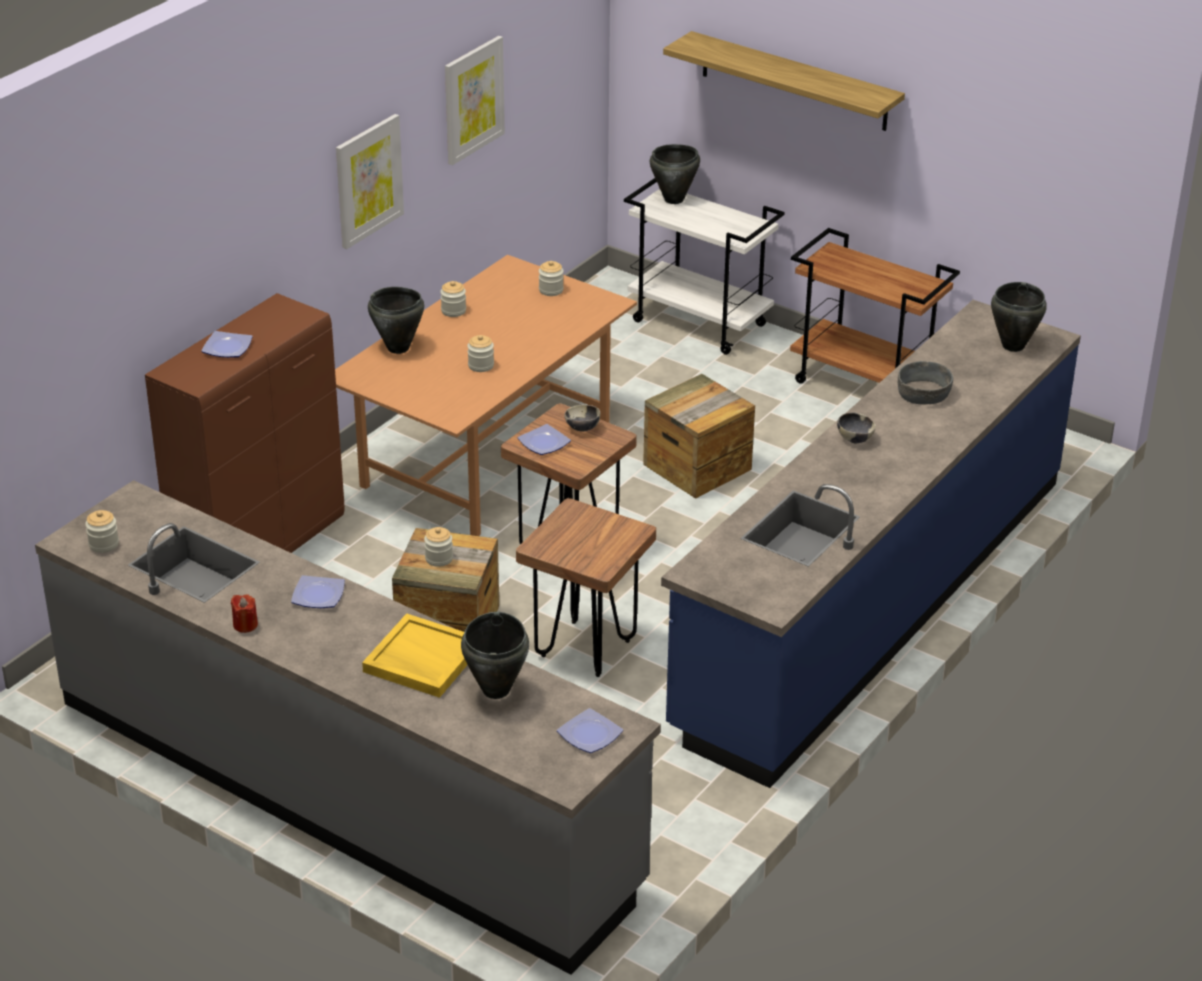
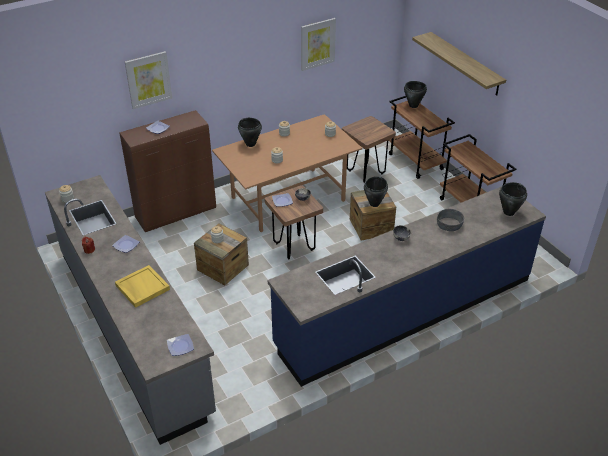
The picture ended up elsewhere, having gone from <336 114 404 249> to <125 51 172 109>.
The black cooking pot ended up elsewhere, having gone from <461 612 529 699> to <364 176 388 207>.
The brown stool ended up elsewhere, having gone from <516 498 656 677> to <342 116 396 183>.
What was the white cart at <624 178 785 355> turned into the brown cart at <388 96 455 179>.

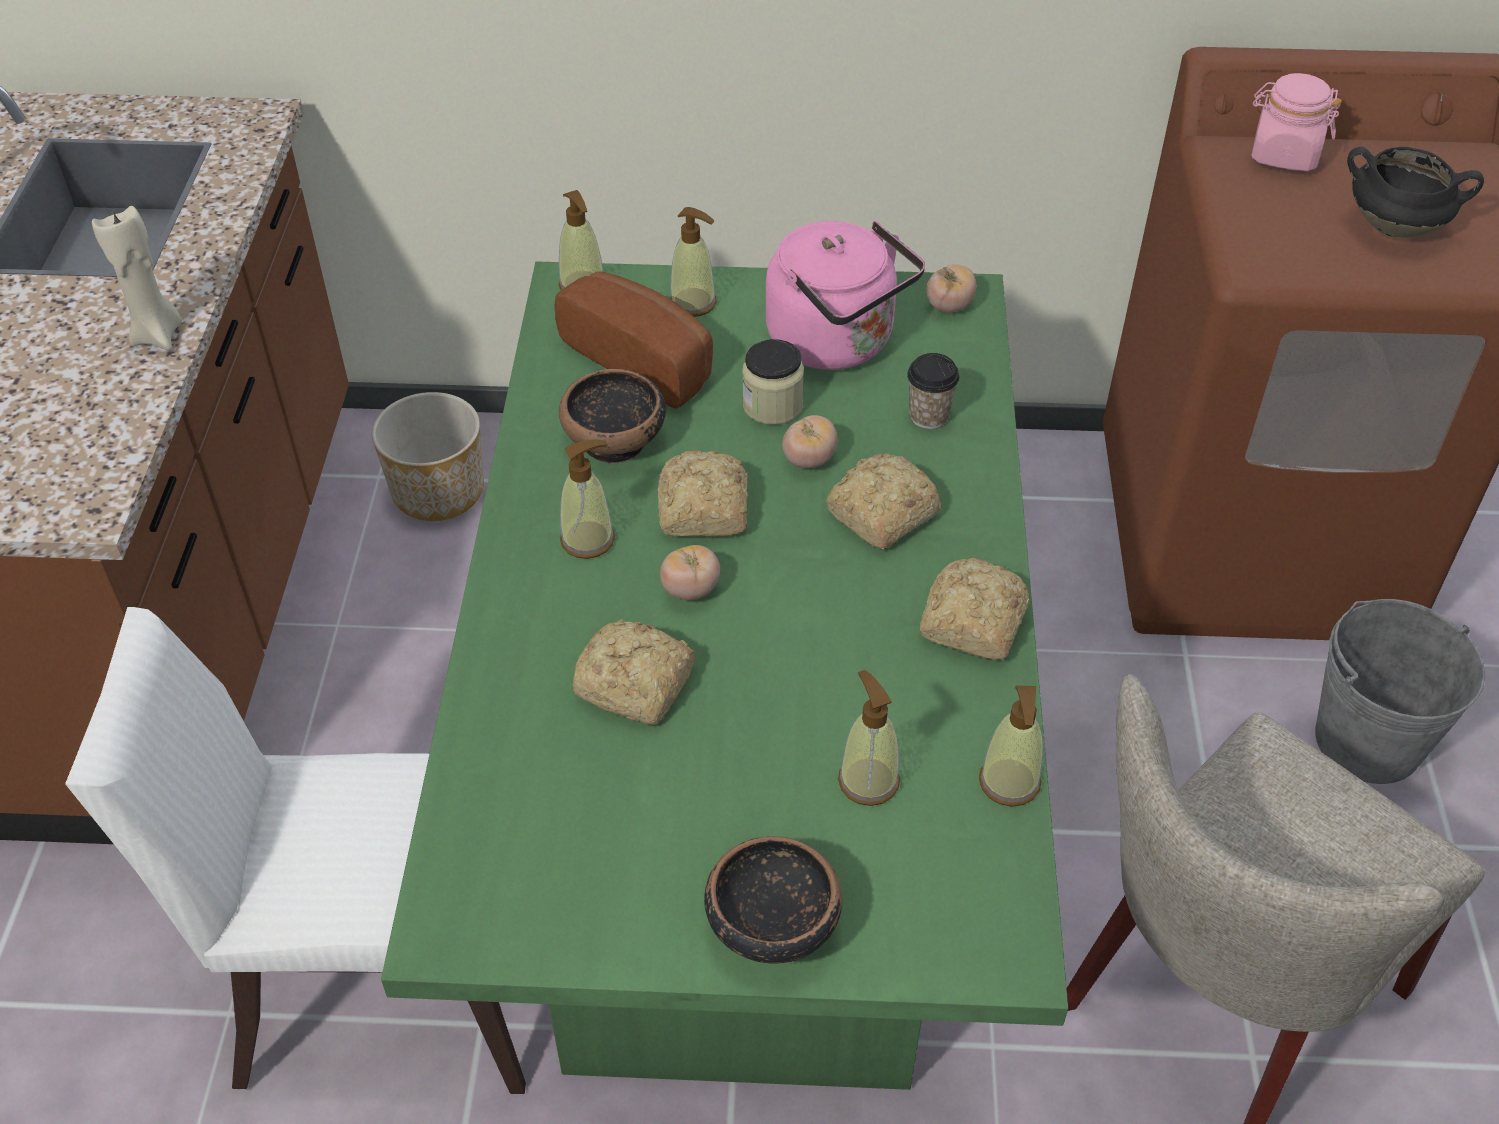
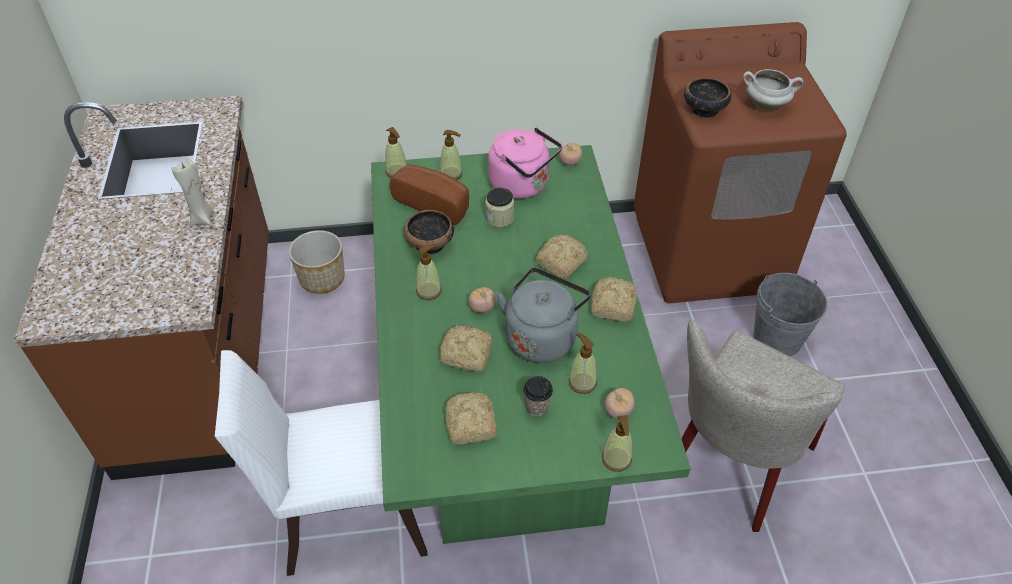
The second view lost the pink jar at <1252 73 1342 171>.
The second view gained the grey kettle at <496 267 591 363>.
The bread ended up elsewhere, having gone from <658 450 748 537> to <445 392 498 444>.
The bowl ended up elsewhere, having gone from <704 836 842 964> to <684 78 732 118>.
The tomato ended up elsewhere, having gone from <782 415 838 468> to <605 388 635 419>.
The cup ended up elsewhere, having gone from <907 353 960 429> to <523 376 553 416>.
The soap dispenser ended up elsewhere, having gone from <979 685 1043 807> to <602 415 632 472>.
What was the black cooking pot at <1347 147 1484 238> turned into the white cooking pot at <743 69 803 110>.

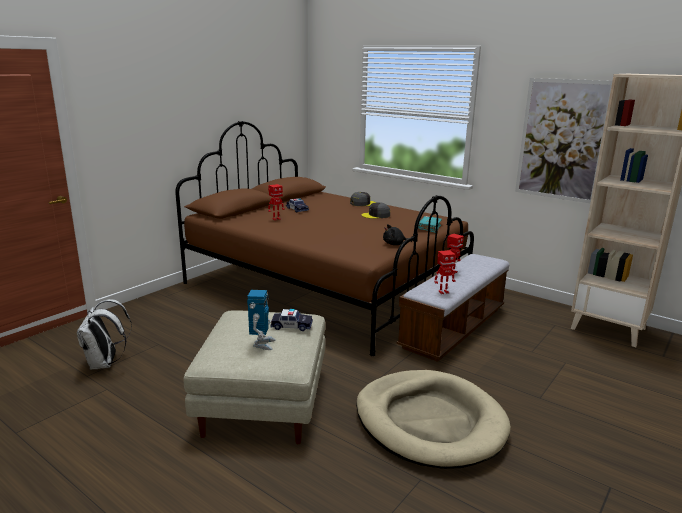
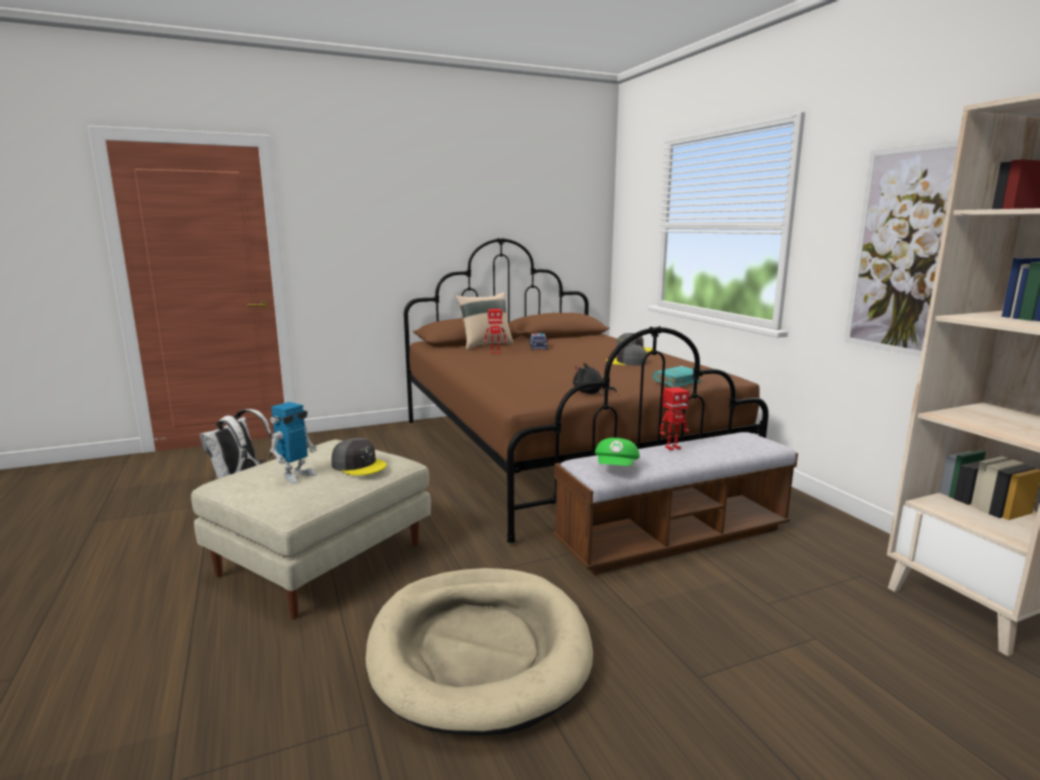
The second view gained the beige pillow at <455 292 514 350>.
Where the toy car stood at <270 309 313 331>, the grey cap came to stand at <331 438 387 476>.
Where the toy robot stood at <434 250 456 294>, the green cap came to stand at <595 438 640 466>.

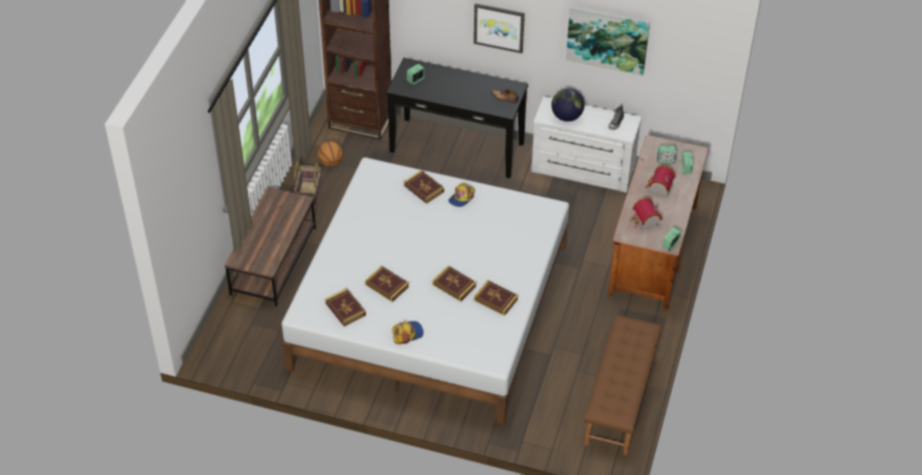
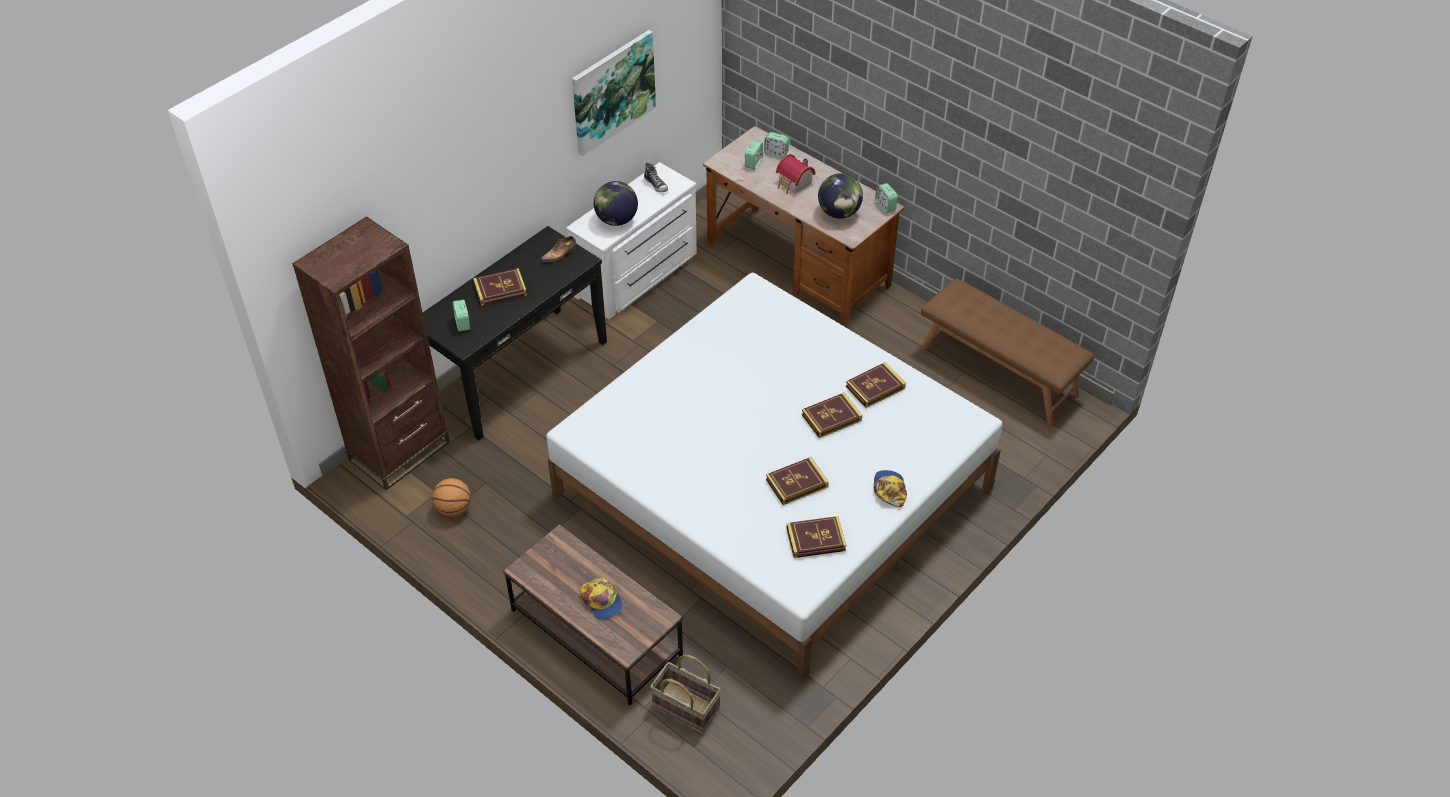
The second view lost the picture at <474 3 525 53>.
The basket ended up elsewhere, having gone from <294 161 322 209> to <650 654 721 732>.
The book ended up elsewhere, having gone from <404 170 444 204> to <473 268 527 306>.
The cap ended up elsewhere, having gone from <448 183 475 207> to <580 577 622 620>.
Where the toy house stood at <631 198 662 230>, the globe came to stand at <818 173 863 219>.

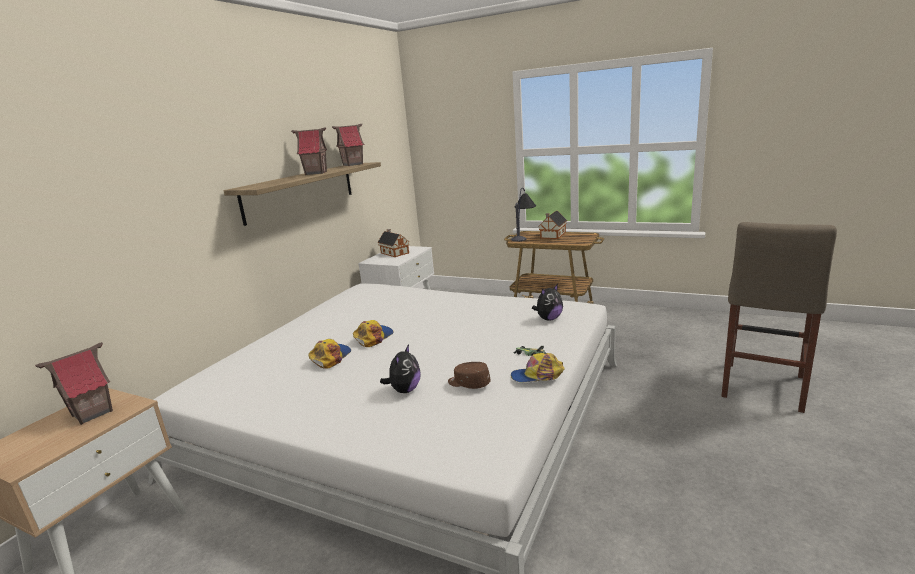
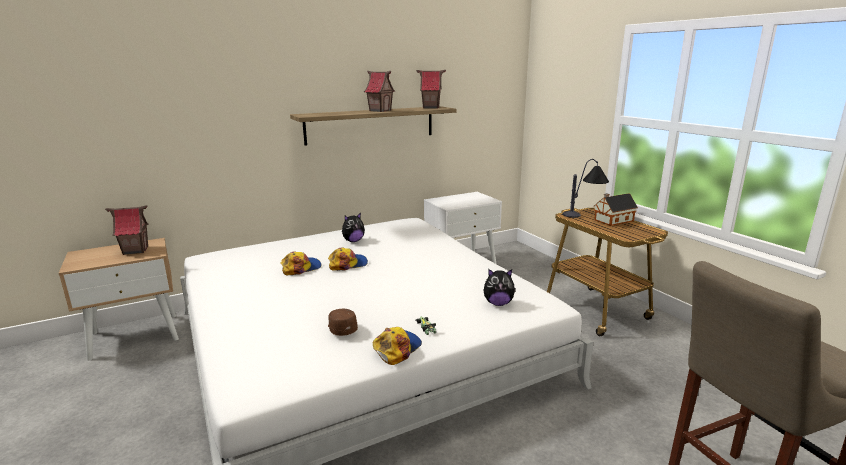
The second view lost the toy house at <378 229 409 257>.
The plush toy ended up elsewhere, having gone from <380 344 421 393> to <342 213 365 242>.
The cap at <511 353 565 382> ended up facing another way, 90 degrees clockwise from before.

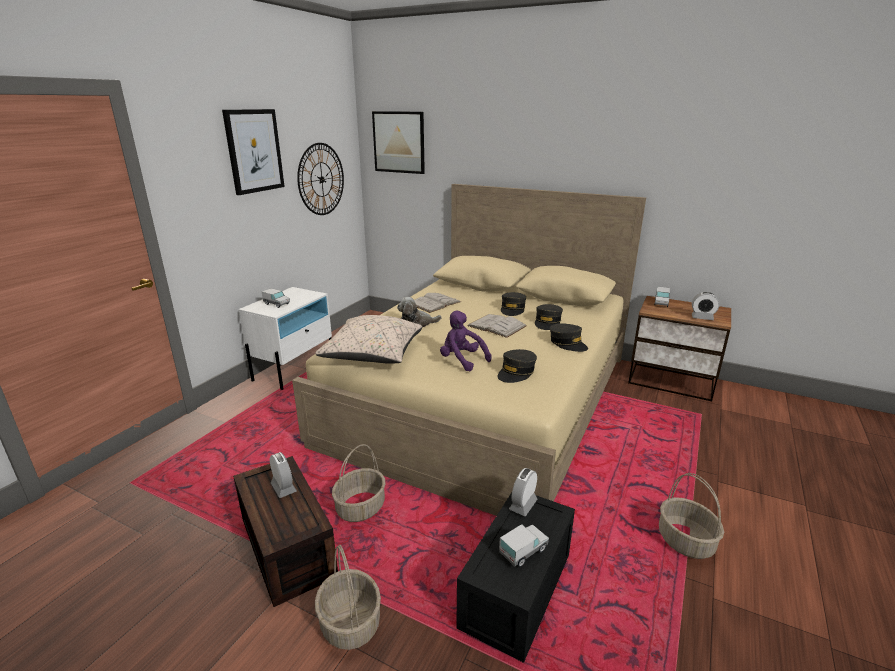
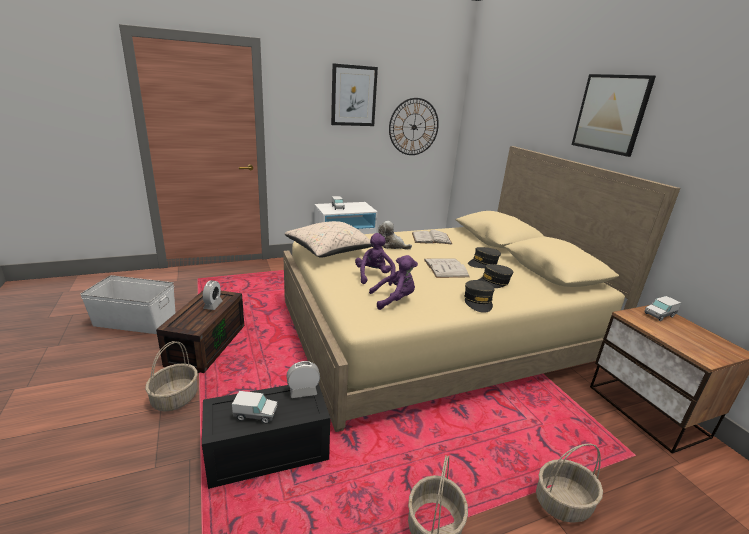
The second view lost the alarm clock at <692 292 719 320>.
The second view gained the white storage box at <80 275 176 334>.
The basket ended up elsewhere, having gone from <332 444 386 522> to <536 444 603 523>.
The picture ended up elsewhere, having gone from <372 111 425 174> to <571 74 656 157>.
Where the grey cap stood at <497 349 537 383>, the purple plush toy came to stand at <369 255 418 310>.

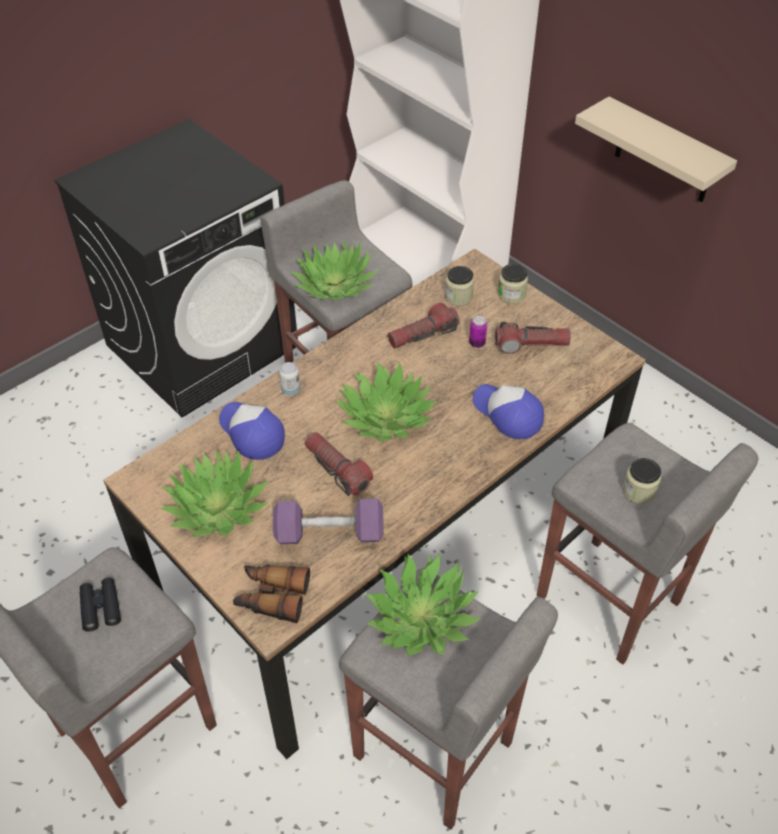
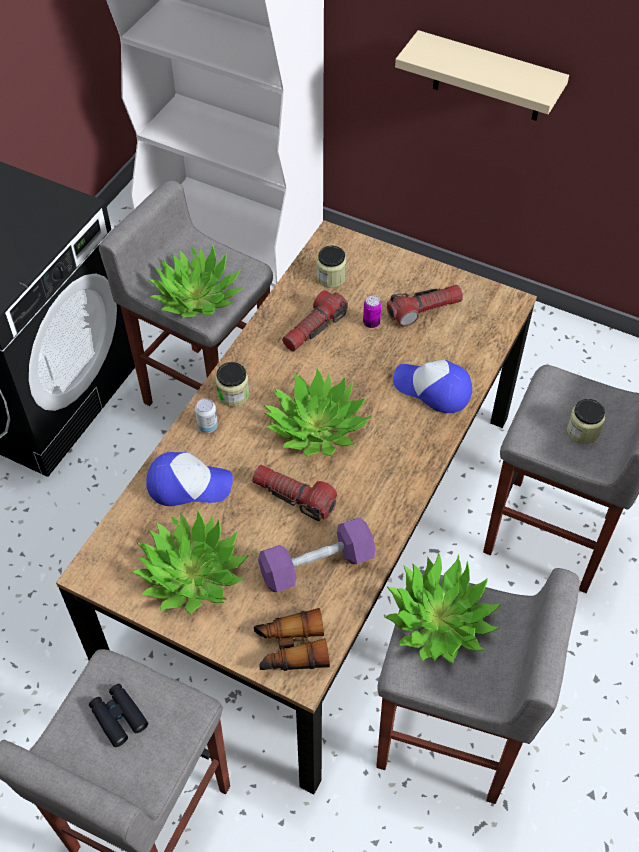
The jar ended up elsewhere, having gone from <498 264 528 304> to <215 362 250 407>.
The cap at <219 402 285 460> ended up facing another way, 150 degrees clockwise from before.

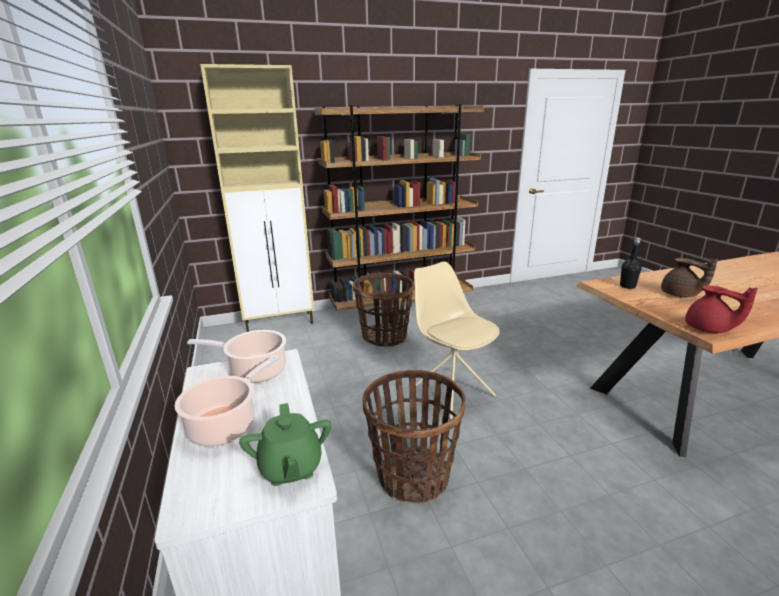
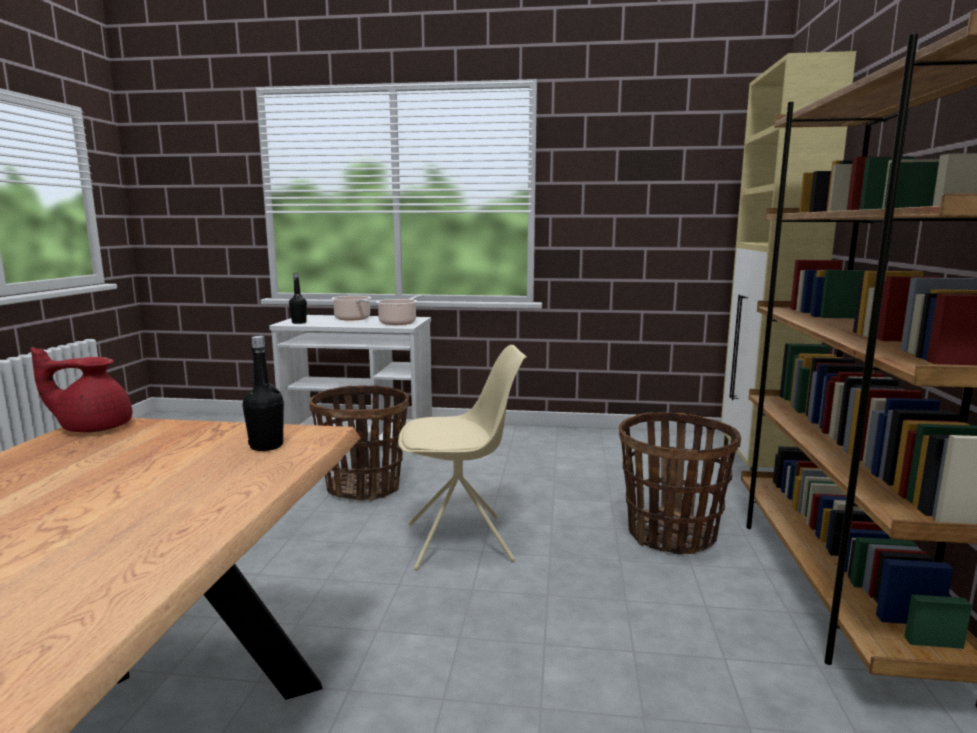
The second view lost the brown teapot at <661 258 718 297>.
Where the green teapot stood at <239 403 332 486>, the black bottle came to stand at <289 273 307 324>.

